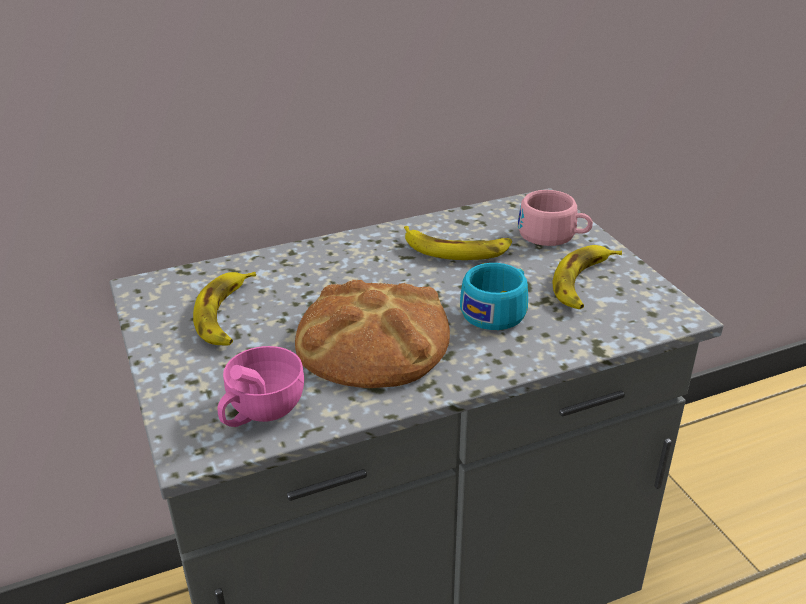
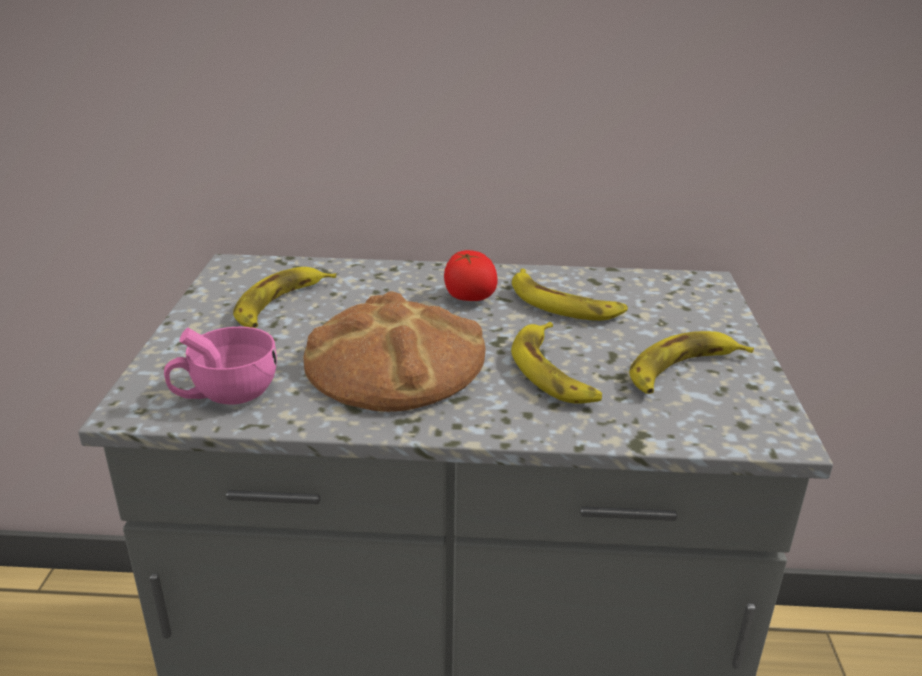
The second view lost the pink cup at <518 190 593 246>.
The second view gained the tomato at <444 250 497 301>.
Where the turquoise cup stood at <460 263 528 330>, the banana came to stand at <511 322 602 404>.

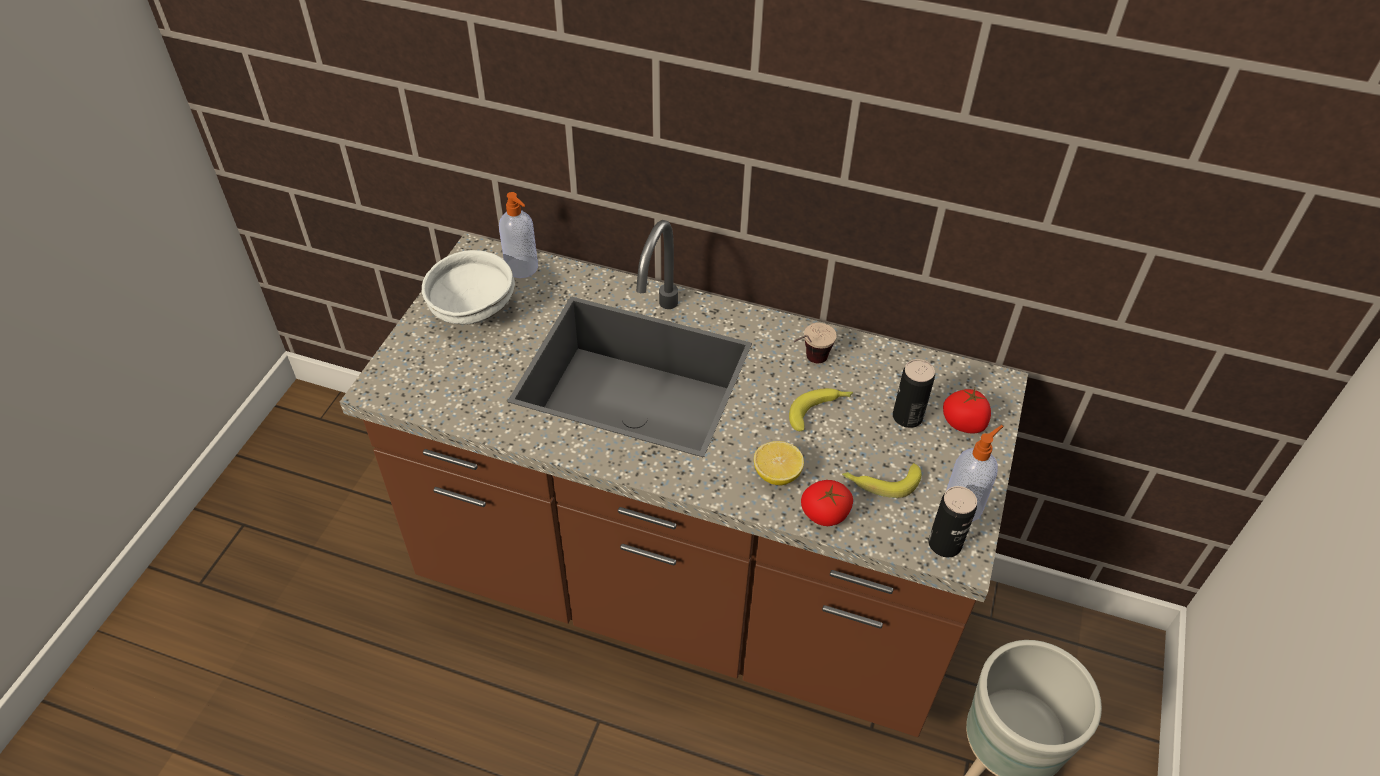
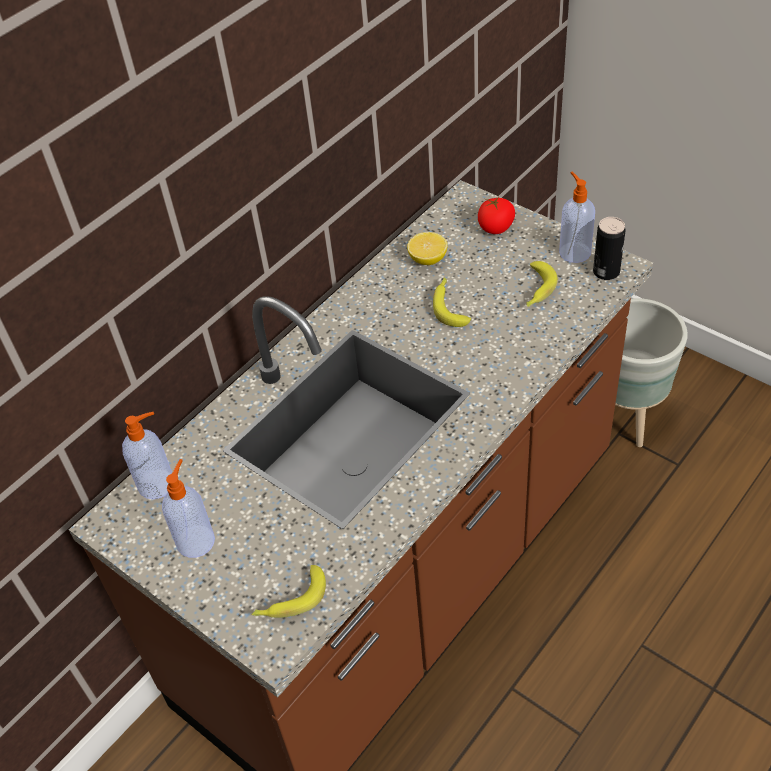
The second view lost the cup at <794 323 837 363>.
The second view lost the tomato at <801 480 853 526>.
The second view lost the can at <893 359 935 428>.
The second view gained the banana at <252 565 326 618>.
The lemon ended up elsewhere, having gone from <754 441 804 486> to <407 232 447 265>.
Where the white bowl stood at <422 250 515 325>, the soap dispenser came to stand at <162 459 215 558>.

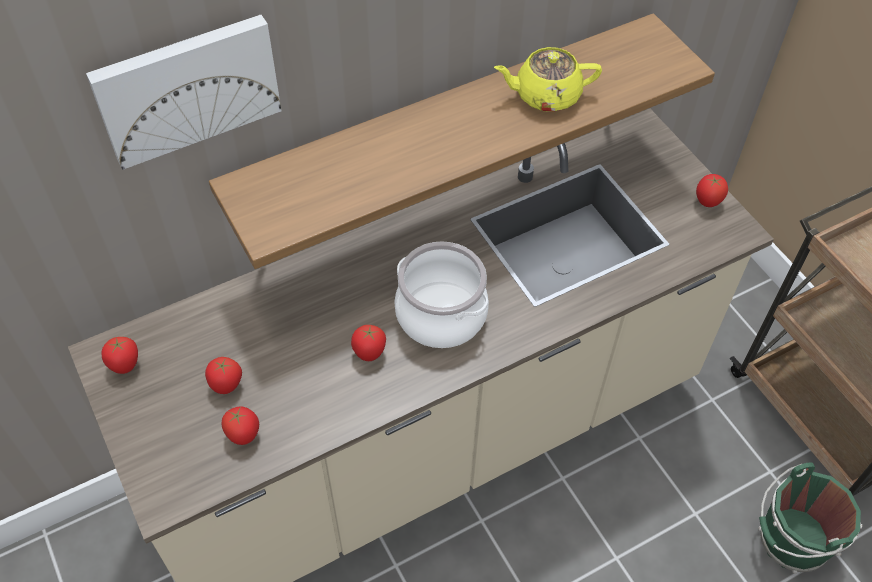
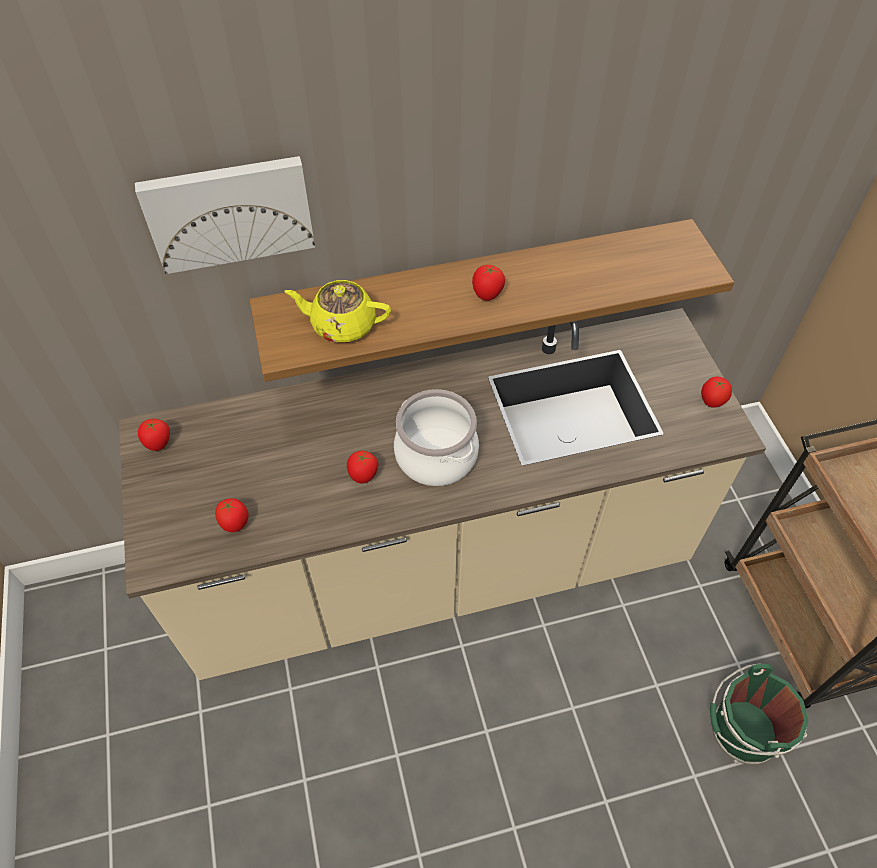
The tomato ended up elsewhere, having gone from <205 357 242 394> to <472 265 505 301>.
The yellow teapot ended up elsewhere, having gone from <494 47 602 112> to <284 280 391 343>.

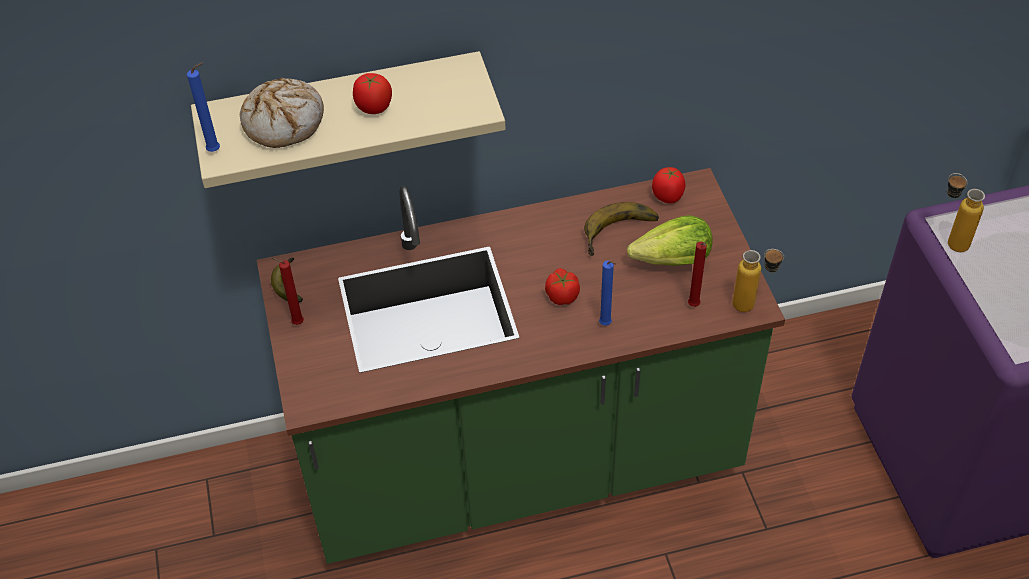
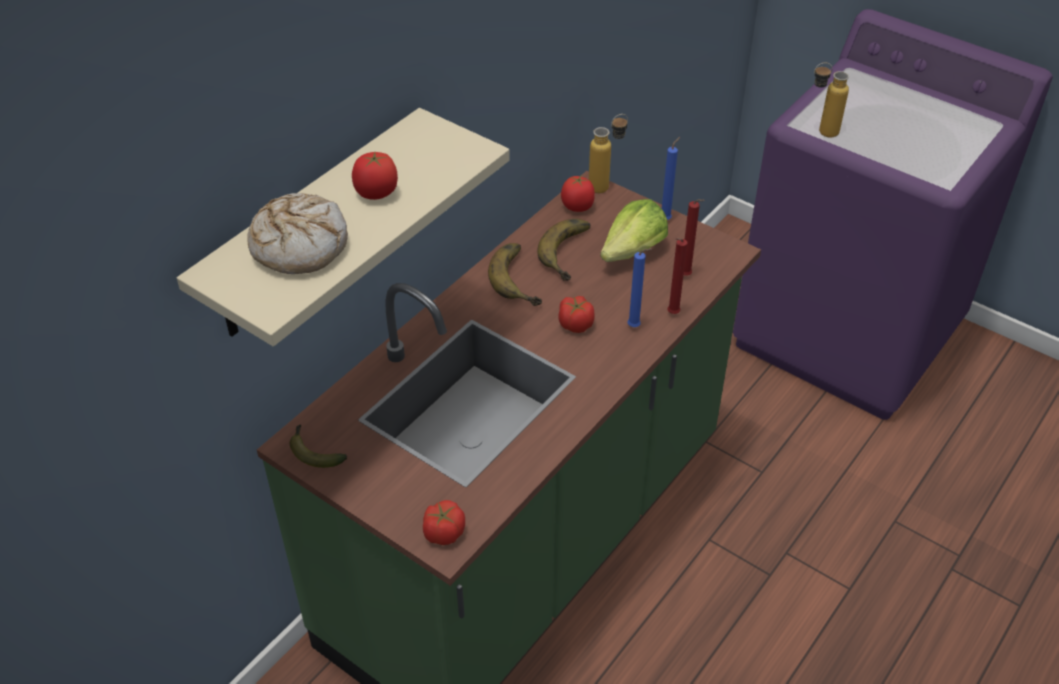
The second view gained the tomato at <423 500 465 545>.
The second view gained the banana at <488 243 542 306>.
The blue candle ended up elsewhere, having gone from <187 62 220 152> to <662 137 680 220>.
The red candle ended up elsewhere, having gone from <271 258 304 325> to <668 238 687 314>.
The bottle ended up elsewhere, having gone from <732 249 784 312> to <589 114 628 193>.

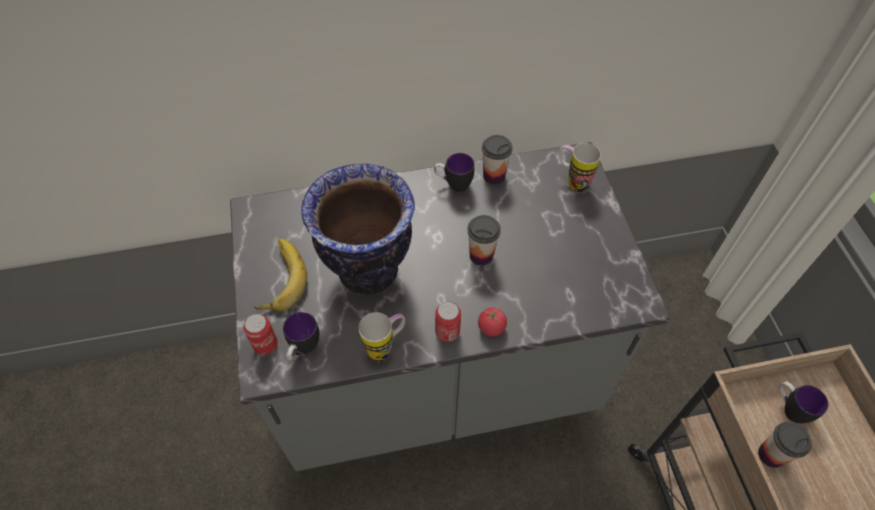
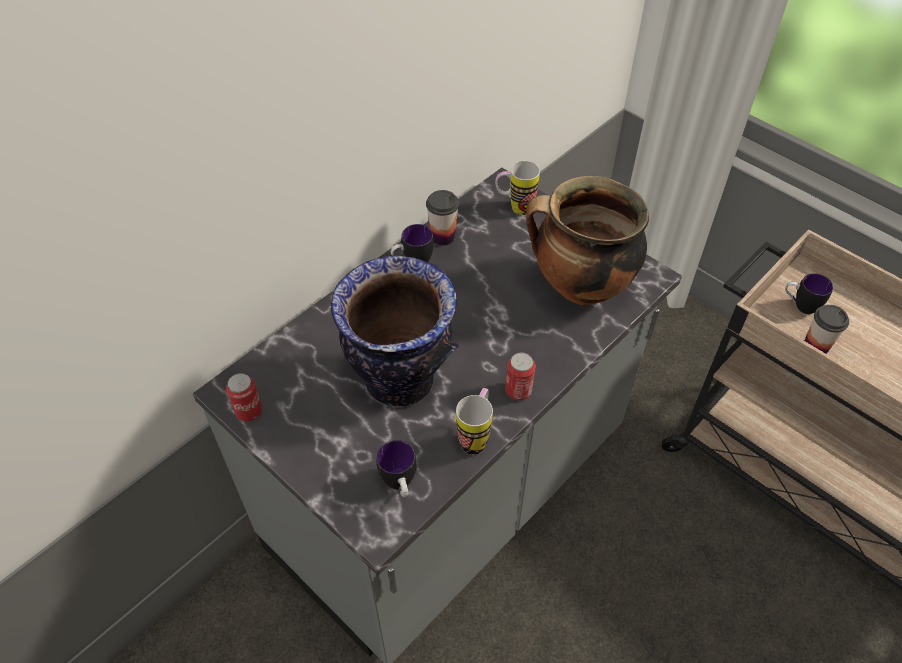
The second view lost the banana at <254 238 307 312>.
The second view lost the cup at <467 215 501 266>.
The second view lost the tomato at <478 307 507 337>.
The second view gained the cooking pot at <526 176 649 305>.
The can ended up elsewhere, having gone from <243 314 278 355> to <226 373 262 421>.

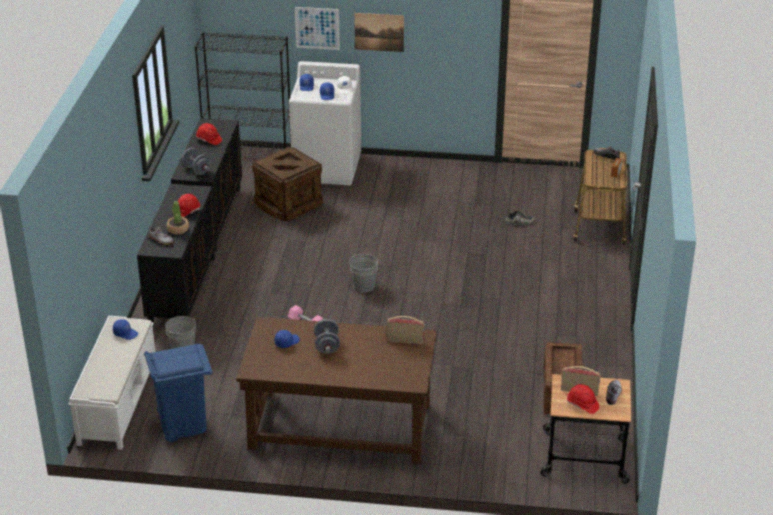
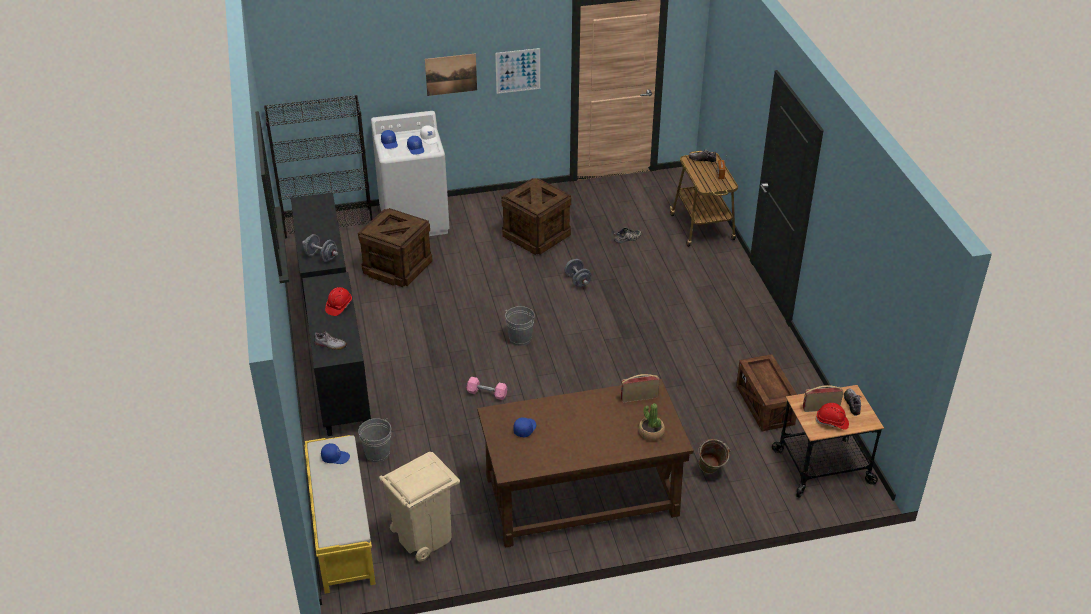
The second view lost the red hard hat at <196 123 222 145>.
The second view gained the crate at <502 178 571 255>.
The second view gained the green bucket at <698 439 730 474>.
The potted plant ended up elsewhere, having gone from <167 201 189 234> to <638 404 665 441>.
The picture ended up elsewhere, having gone from <295 7 340 50> to <495 48 540 94>.
The grey dumbbell ended up elsewhere, having gone from <314 319 340 354> to <565 259 592 287>.
What was the white bench at <69 316 155 450> turned into the yellow bench at <304 435 376 594>.
What was the blue trash can at <144 344 212 442> turned into the beige trash can at <379 452 460 561>.

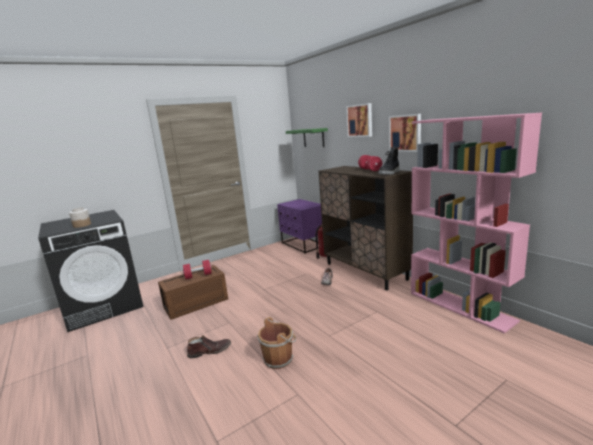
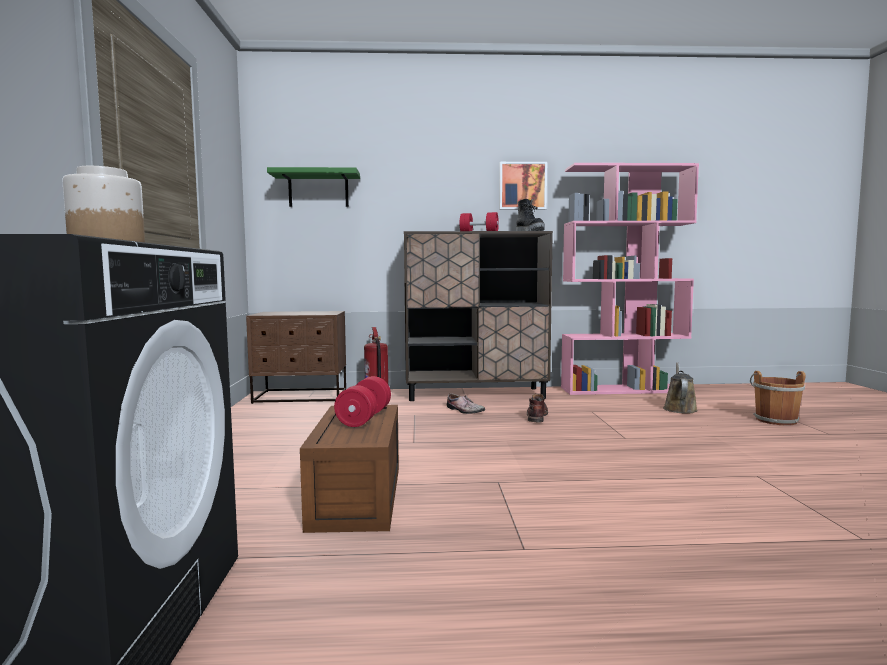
The second view lost the picture at <346 103 372 137>.
The second view gained the brown watering can at <663 362 698 413>.
The brown boot ended up elsewhere, having gone from <187 335 231 358> to <527 394 548 423>.
The brown bucket ended up elsewhere, having gone from <257 317 296 369> to <750 371 806 426>.
What was the purple nightstand at <277 199 322 254> turned into the brown nightstand at <246 311 346 404>.

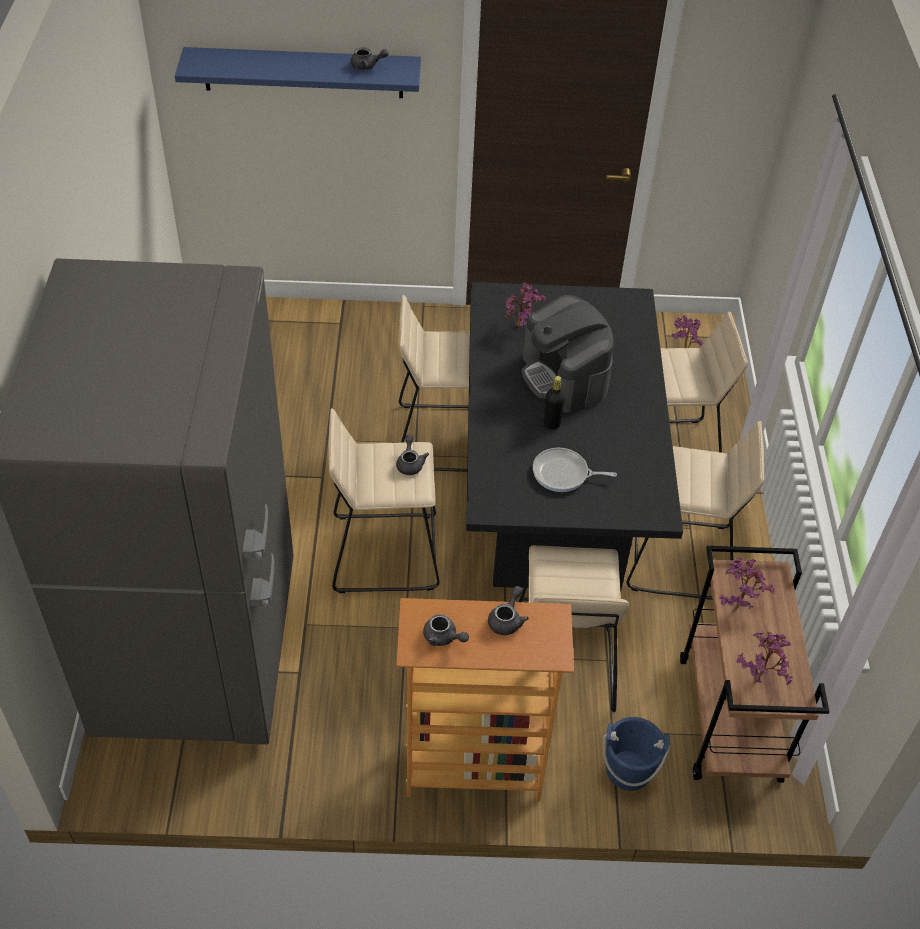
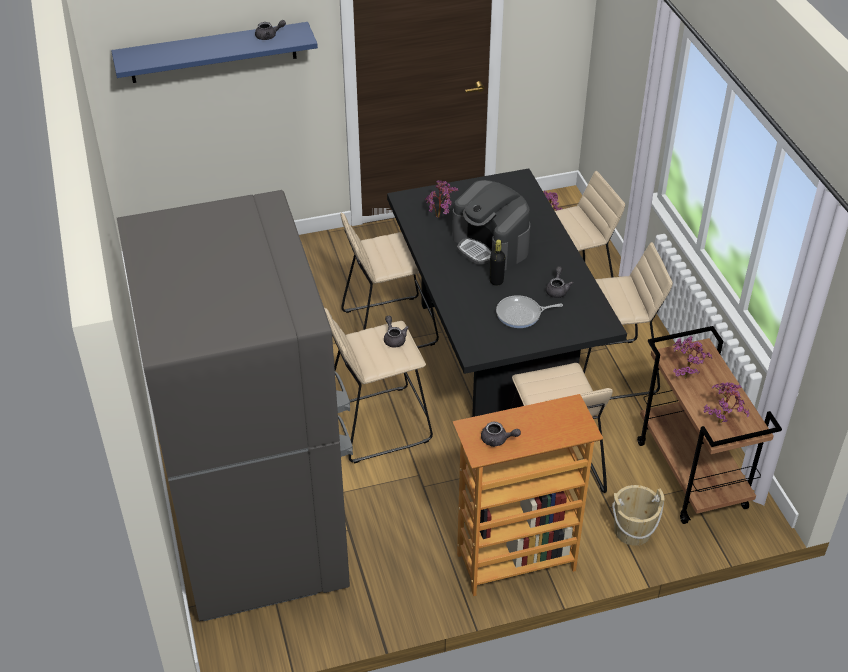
The grey teapot ended up elsewhere, having gone from <488 586 529 635> to <546 266 573 298>.
What was the blue bucket at <603 717 670 791> turned into the beige bucket at <612 485 665 546>.

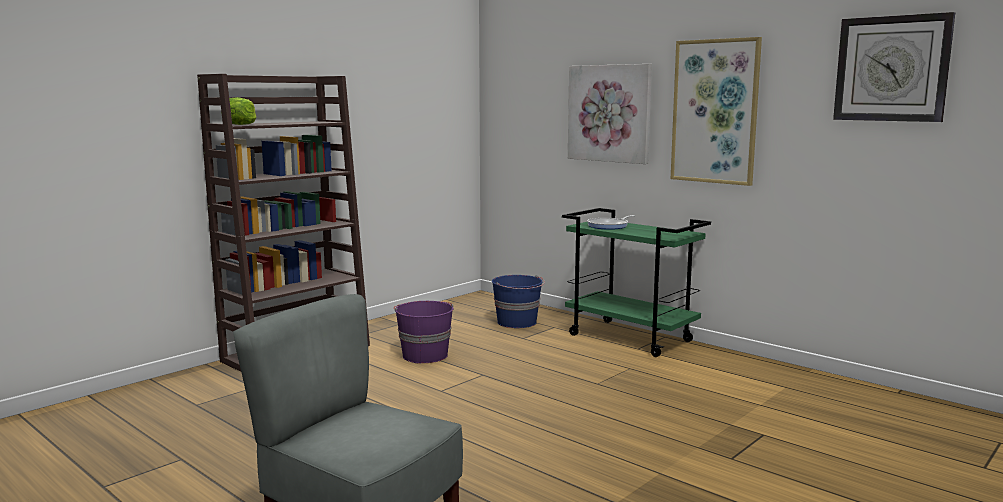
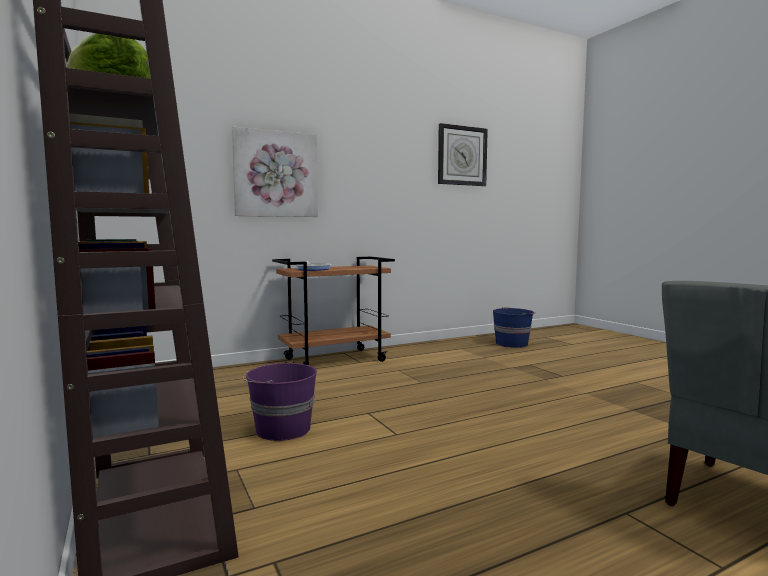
The second view lost the picture at <671 37 762 186>.
The blue bucket ended up elsewhere, having gone from <492 275 545 328> to <493 307 536 348>.
What was the green cart at <562 208 711 357> turned into the brown cart at <272 257 395 365>.

